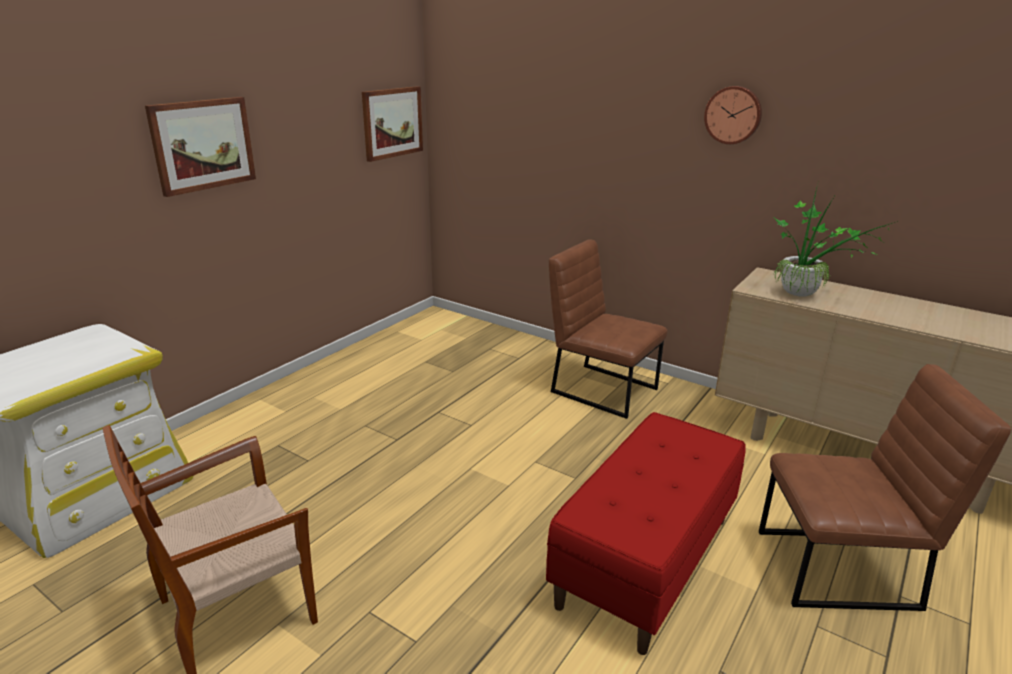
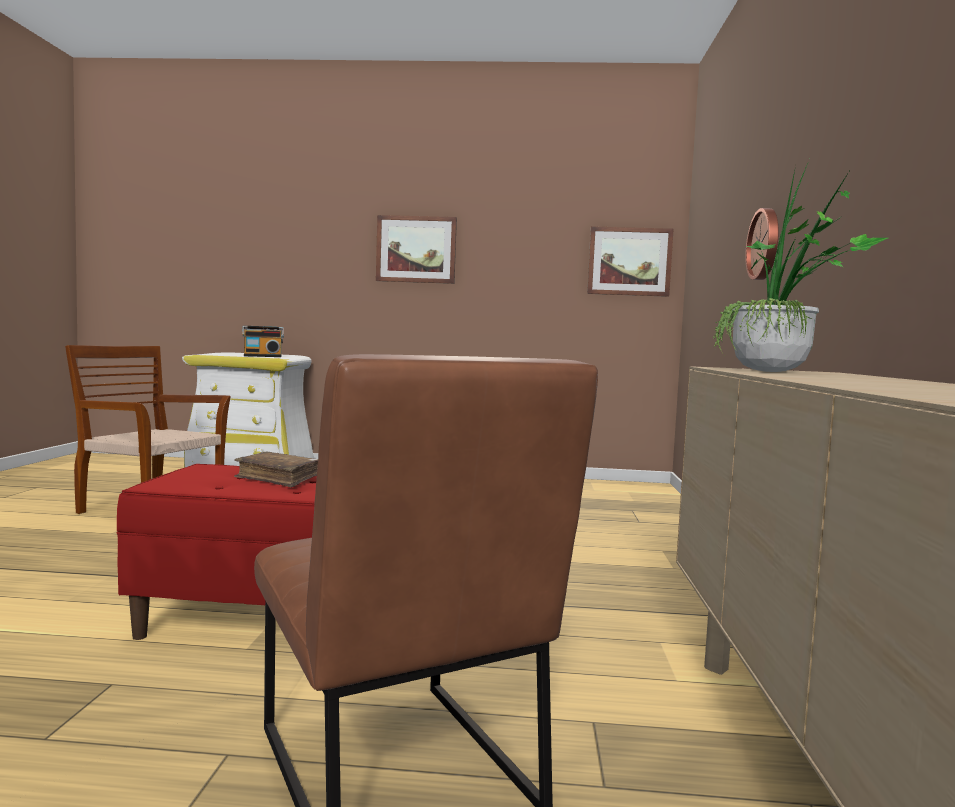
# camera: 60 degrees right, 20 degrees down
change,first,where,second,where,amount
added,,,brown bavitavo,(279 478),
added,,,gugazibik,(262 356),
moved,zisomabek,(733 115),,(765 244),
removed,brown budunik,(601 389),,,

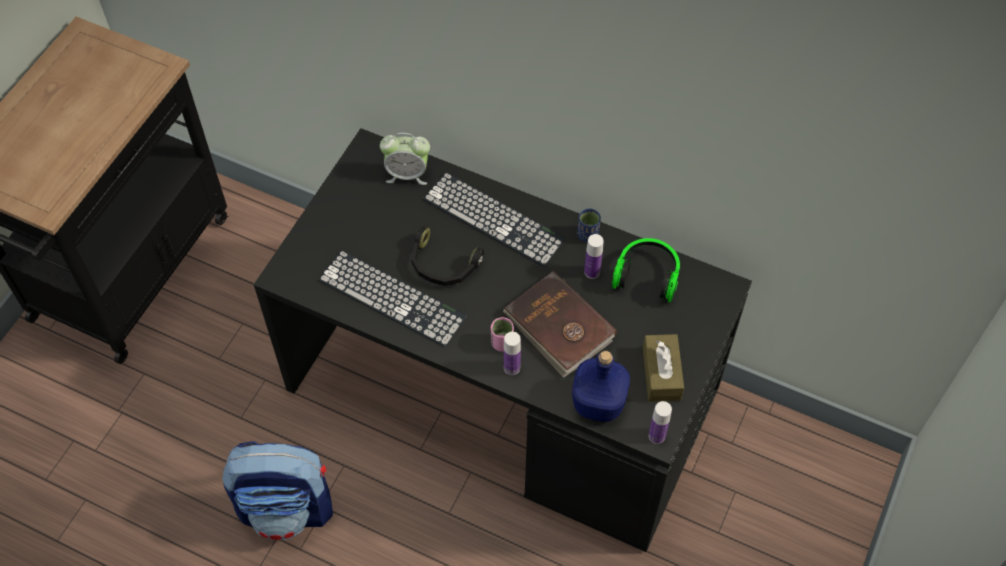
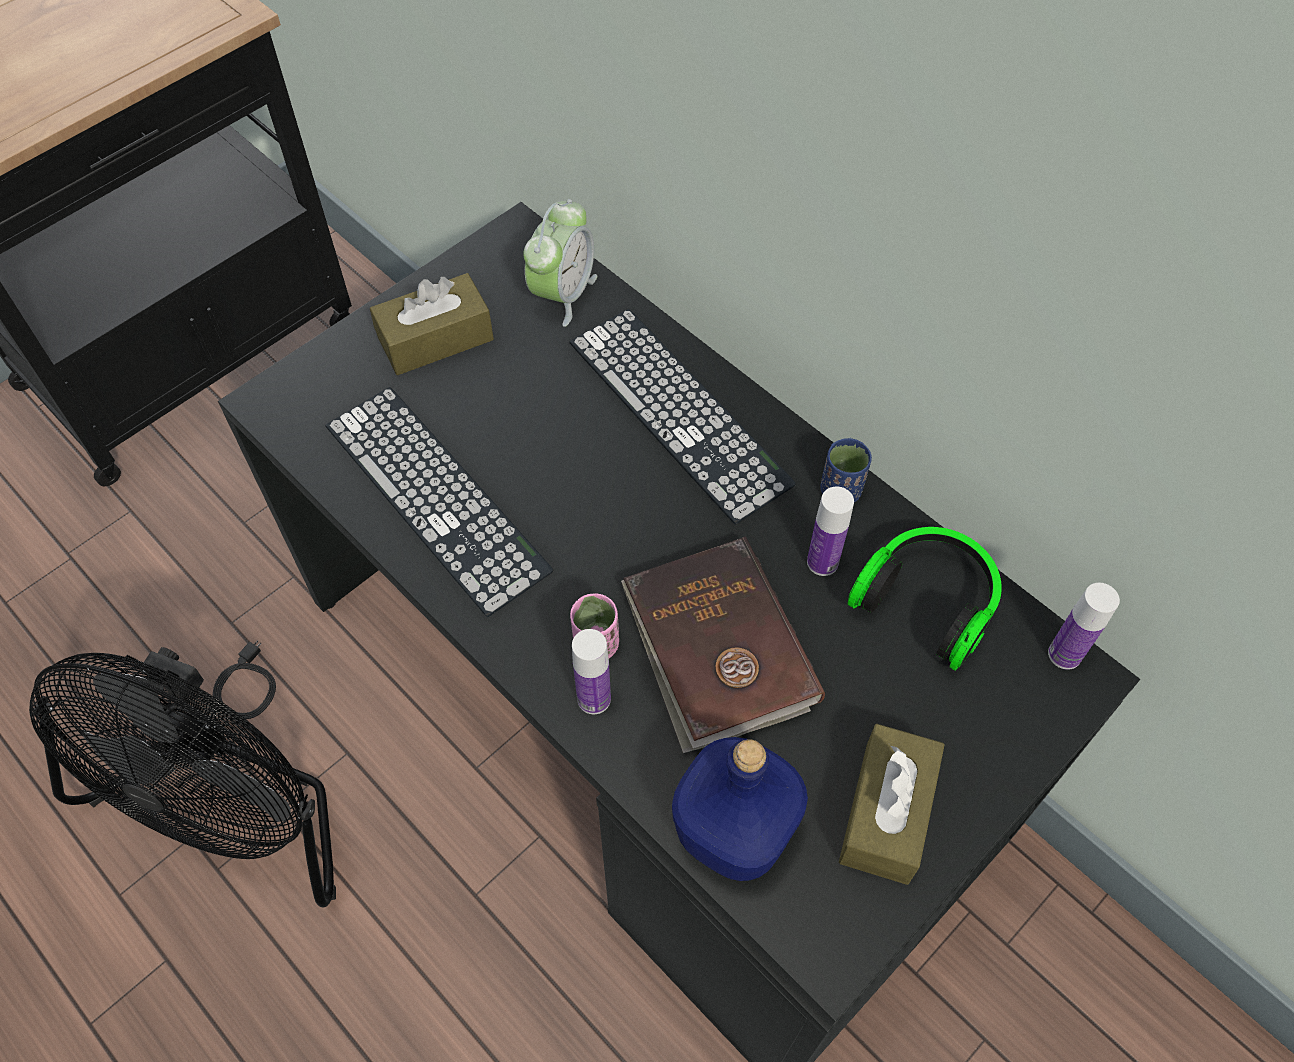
# camera: 20 degrees right, 0 degrees up
change,first,where,second,where,amount
replaced,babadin,(287 508),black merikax,(231 793),
added,,,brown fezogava,(435 339),
turned,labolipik,(407 174),,(562 294),90 degrees counterclockwise
moved,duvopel,(656 436),,(1064 654),
removed,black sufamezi,(443 265),,,

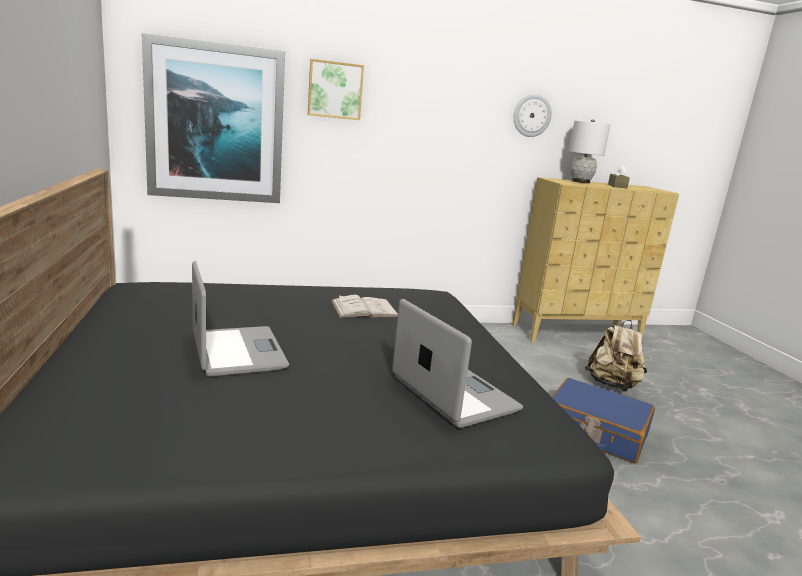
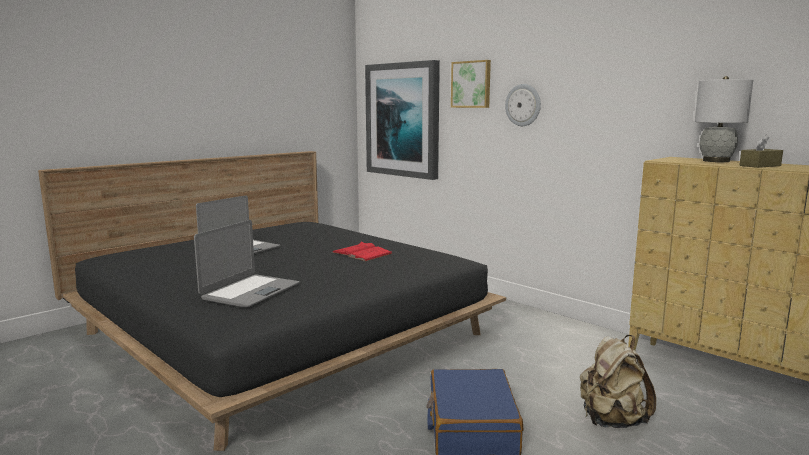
# camera: 60 degrees right, 5 degrees down
change,first,where,second,where,amount
recoloured,white bavitavo,(364 309),red bavitavo,(362 253),
moved,zisomabek,(531 115),,(523 105),

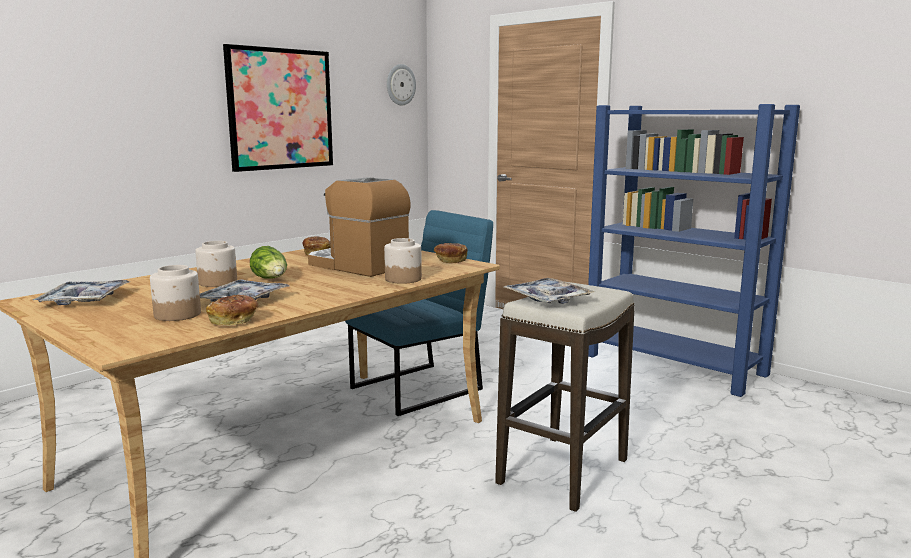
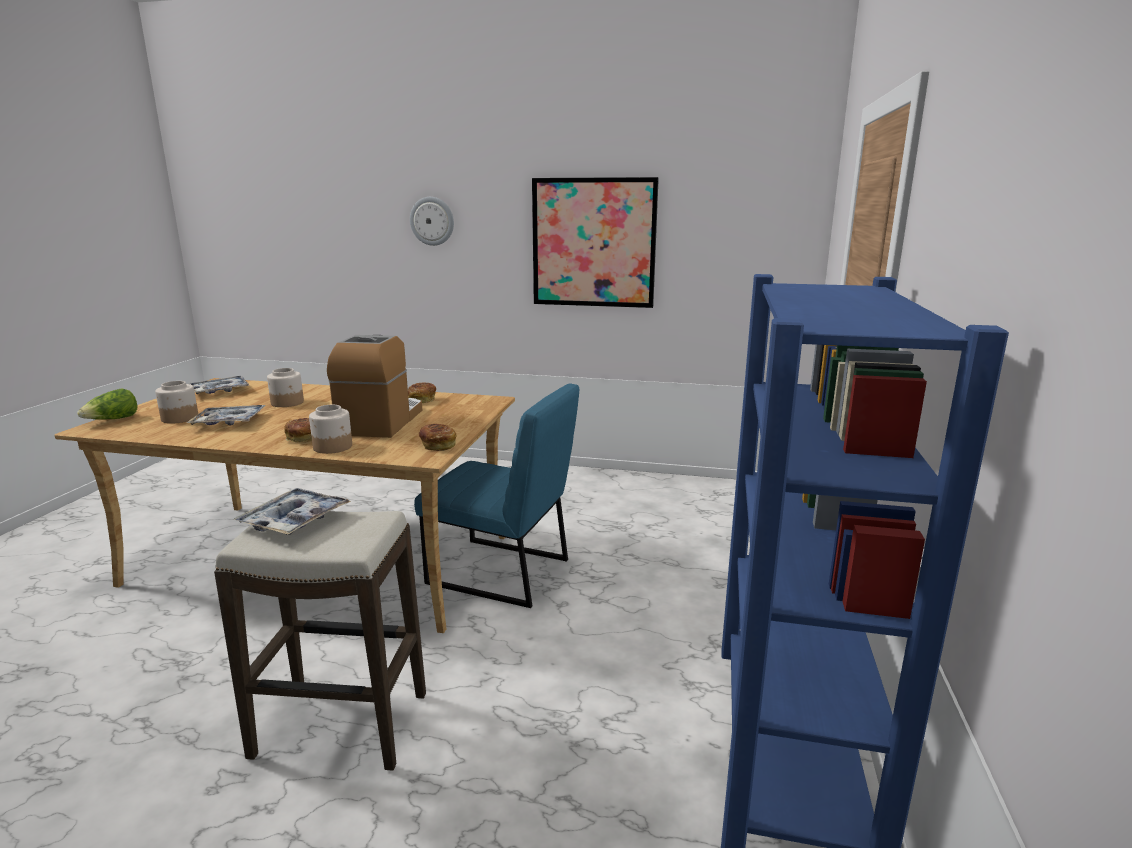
# camera: 60 degrees right, 5 degrees up
change,first,where,second,where,amount
moved,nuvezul,(271 279),,(113 420),
moved,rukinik,(234 321),,(303 439),
moved,zisomabek,(400 85),,(432 221),

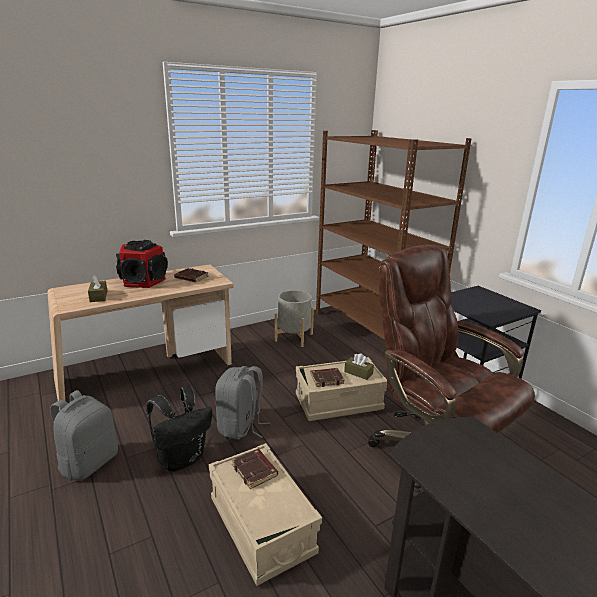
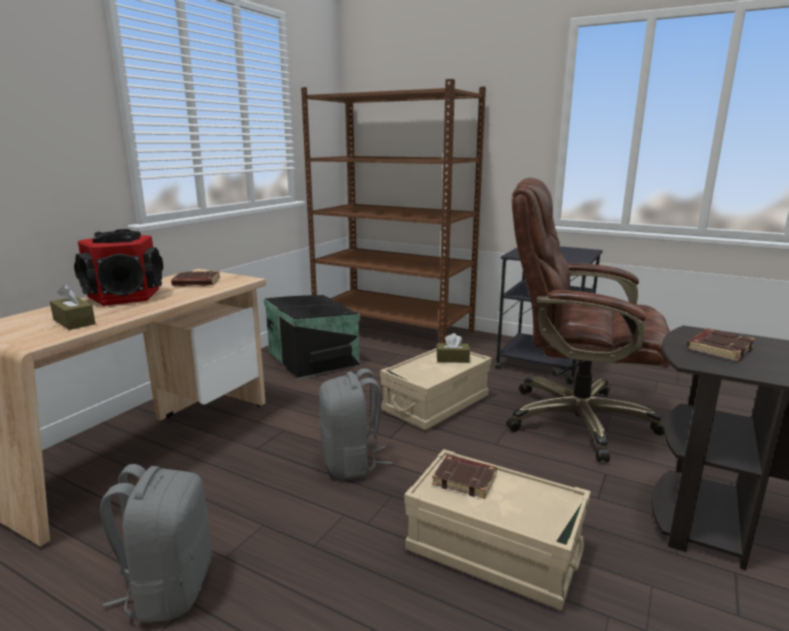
# camera: 30 degrees left, 5 degrees down
change,first,where,second,where,amount
replaced,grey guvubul,(294 337),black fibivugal,(314 358),
moved,brown bavitavo,(327 379),,(718 349),
removed,black babadin,(182 458),,,

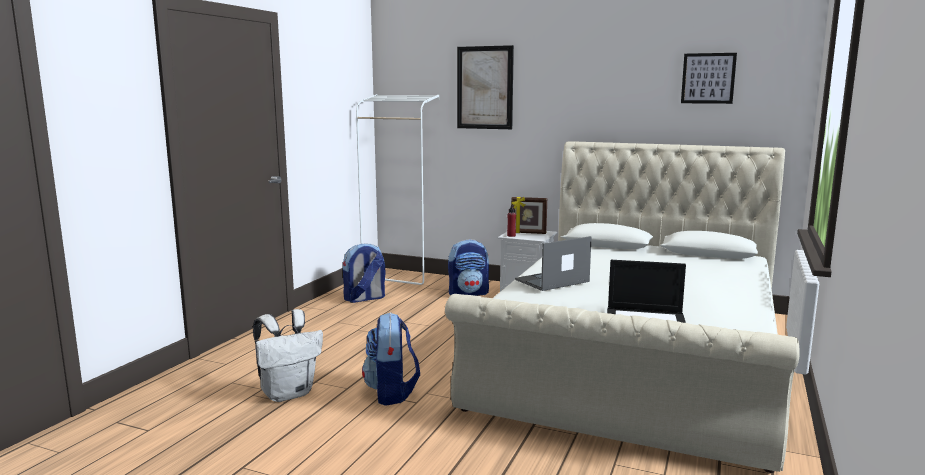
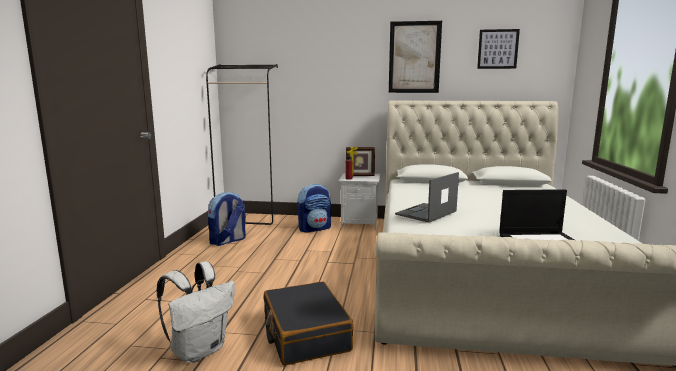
# camera: 15 degrees left, 0 degrees up
change,first,where,second,where,amount
recoloured,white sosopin,(401 276),black sosopin,(250 218),
replaced,babadin,(392 393),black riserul,(305 334),
moved,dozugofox,(485 88),,(414 57),

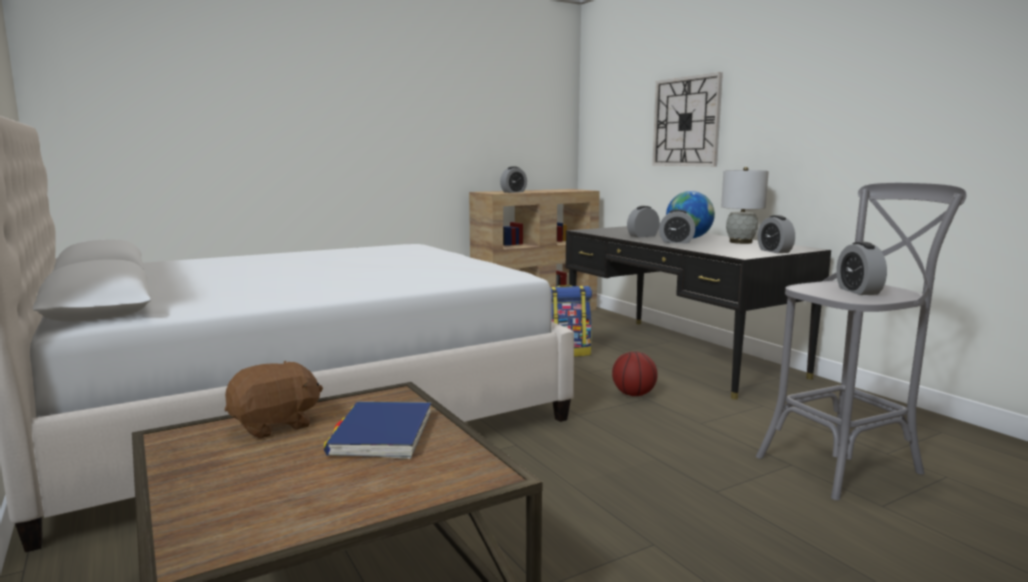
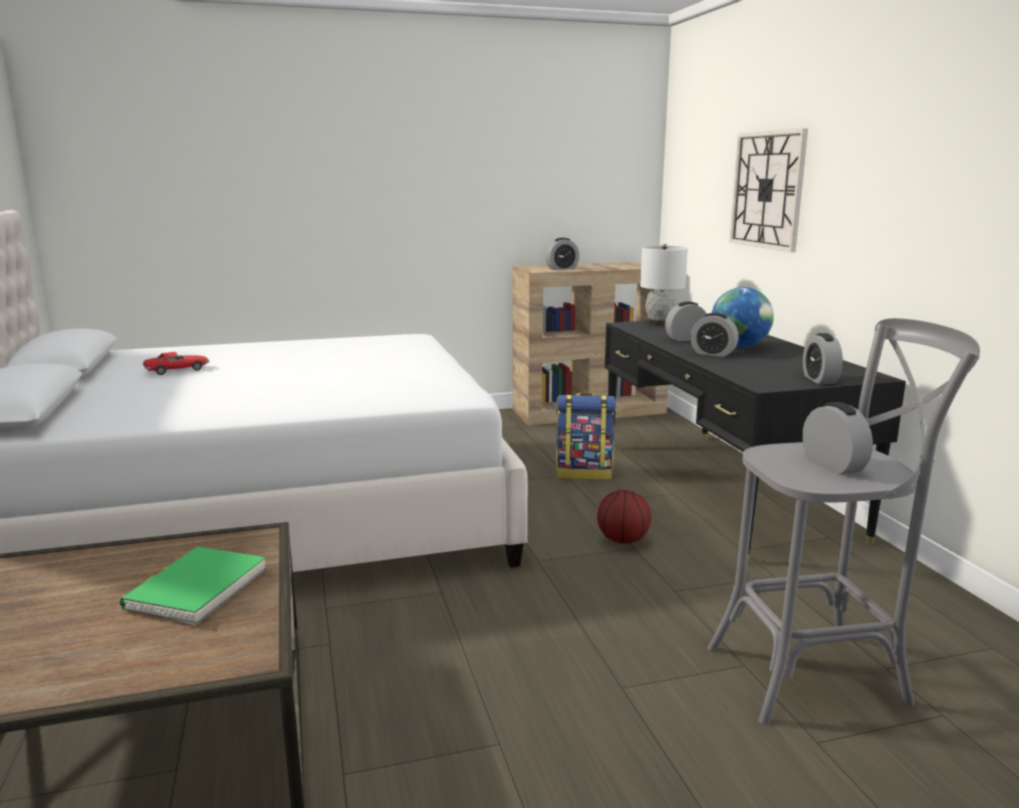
# camera: 15 degrees right, 5 degrees up
change,first,where,second,where,amount
recoloured,blue bavitavo,(381 434),green bavitavo,(197 589),
added,,,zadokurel,(177 370),
moved,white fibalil,(740 242),,(660 323),
turned,labolipik,(858 291),,(833 466),150 degrees clockwise
removed,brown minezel,(275 425),,,

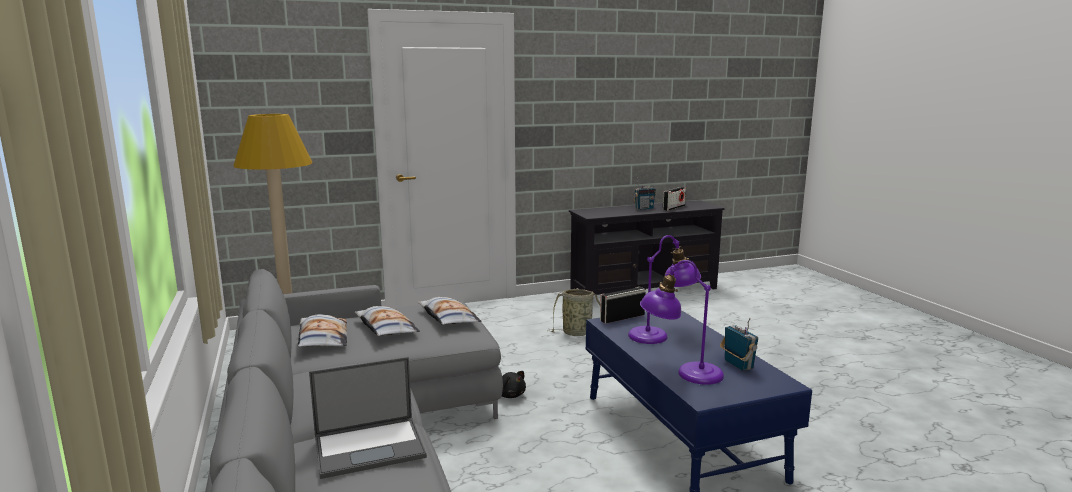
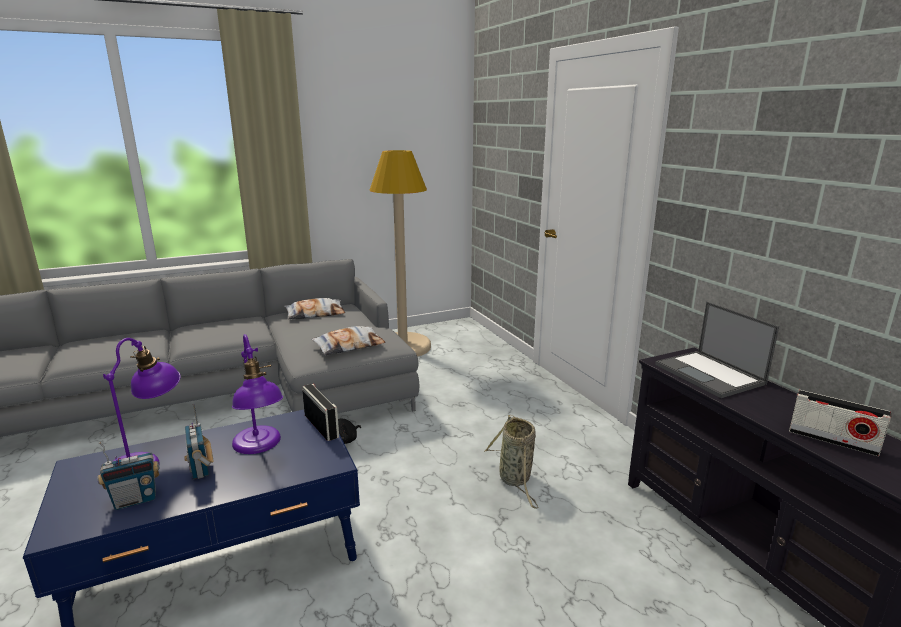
# camera: 85 degrees right, 5 degrees up
change,first,where,second,where,amount
moved,gugazibik,(644 208),,(201 469),
moved,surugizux,(370 446),,(710 374),
removed,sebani,(386 328),,,

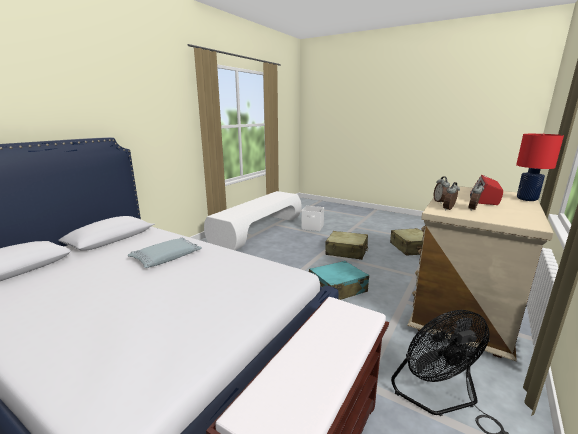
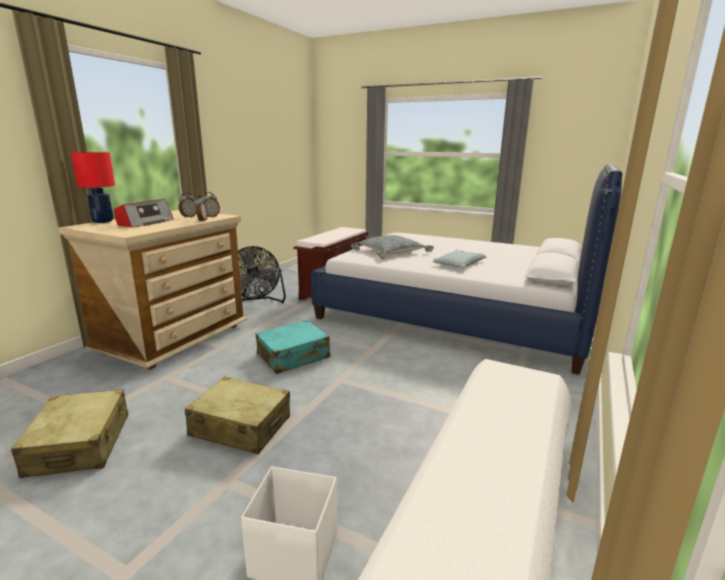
# camera: 175 degrees right, 0 degrees up
change,first,where,second,where,amount
added,,,sebani,(391 251),

